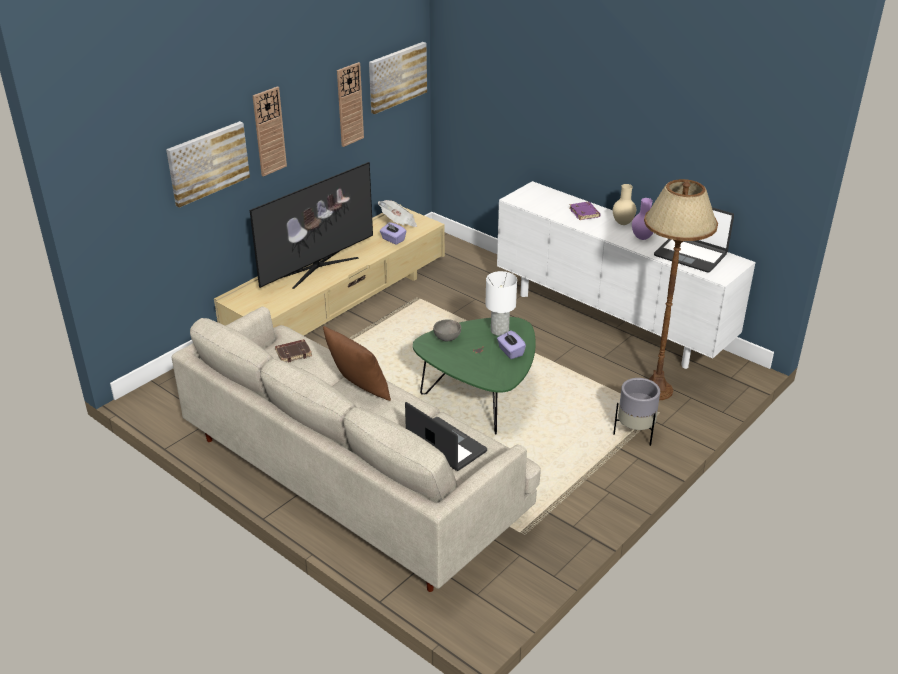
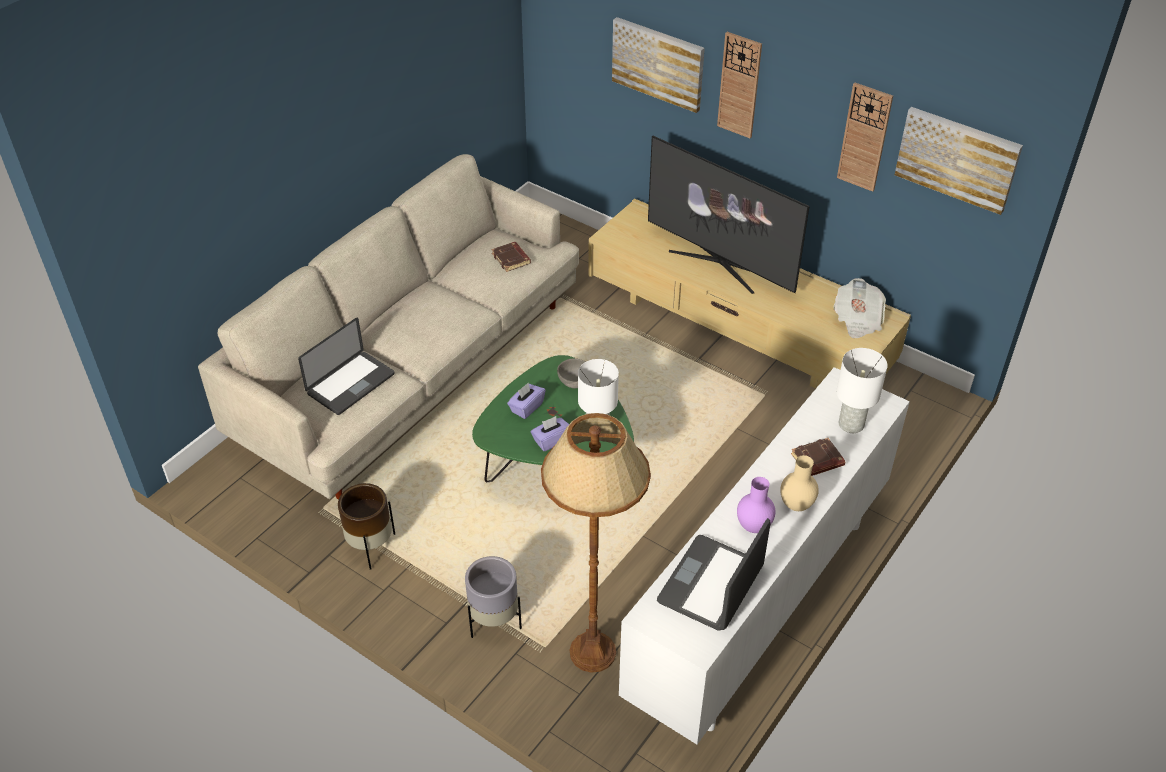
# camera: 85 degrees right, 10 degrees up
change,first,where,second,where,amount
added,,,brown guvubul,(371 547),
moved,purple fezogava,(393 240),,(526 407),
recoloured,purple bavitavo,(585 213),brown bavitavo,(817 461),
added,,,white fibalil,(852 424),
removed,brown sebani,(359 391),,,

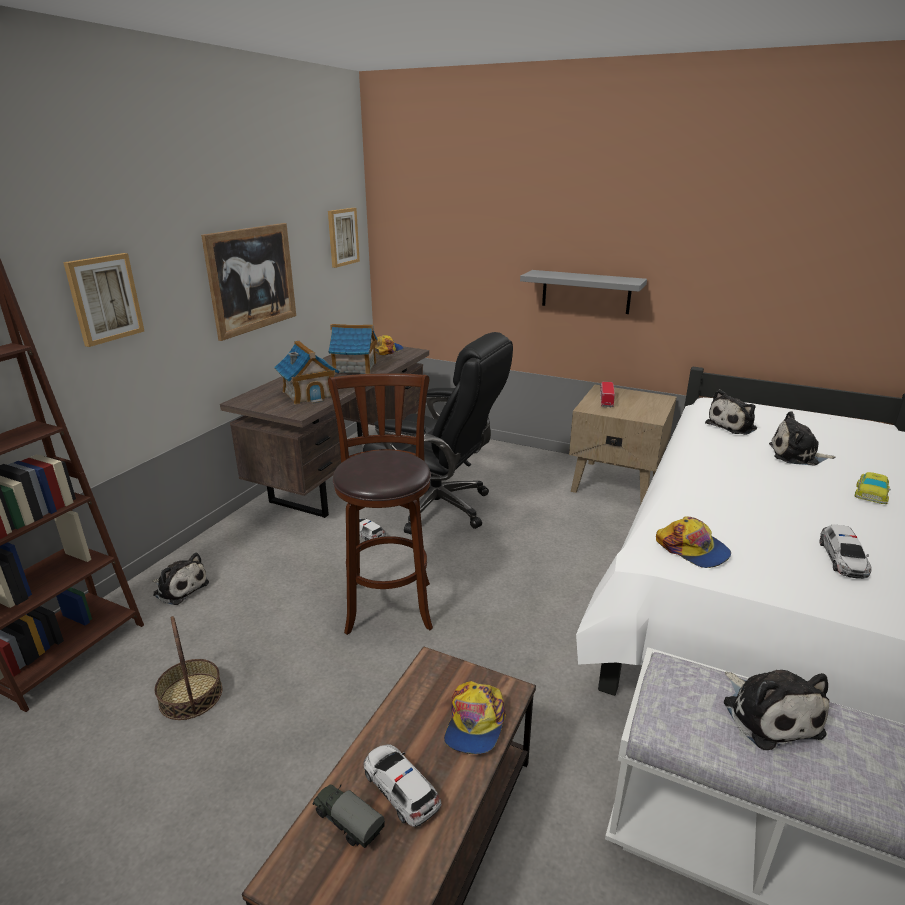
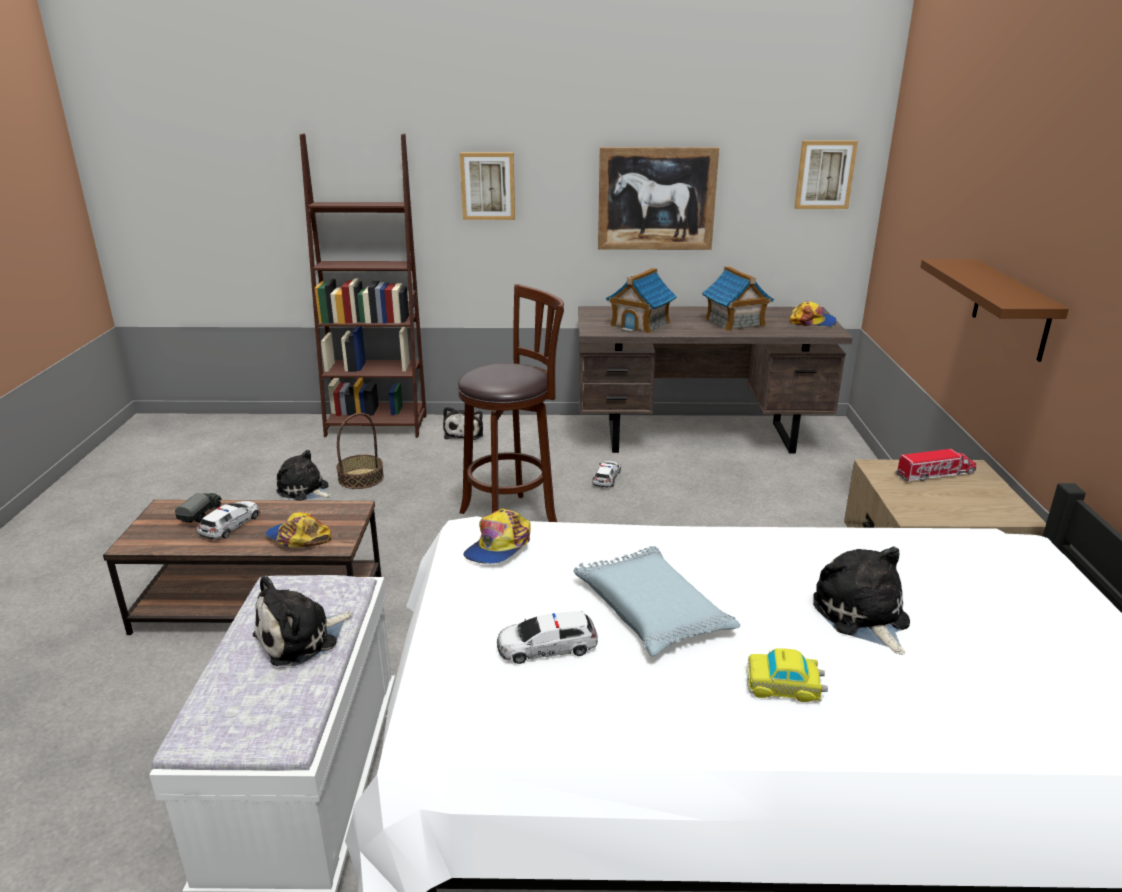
# camera: 65 degrees right, 0 degrees up
change,first,where,second,where,amount
turned,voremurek,(475 723),,(298 538),45 degrees clockwise
moved,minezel,(733 426),,(305 490),
added,,,blue sebani,(651 607),
recoloured,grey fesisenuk,(586 292),brown fesisenuk,(1011 309),
removed,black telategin,(437 507),,,

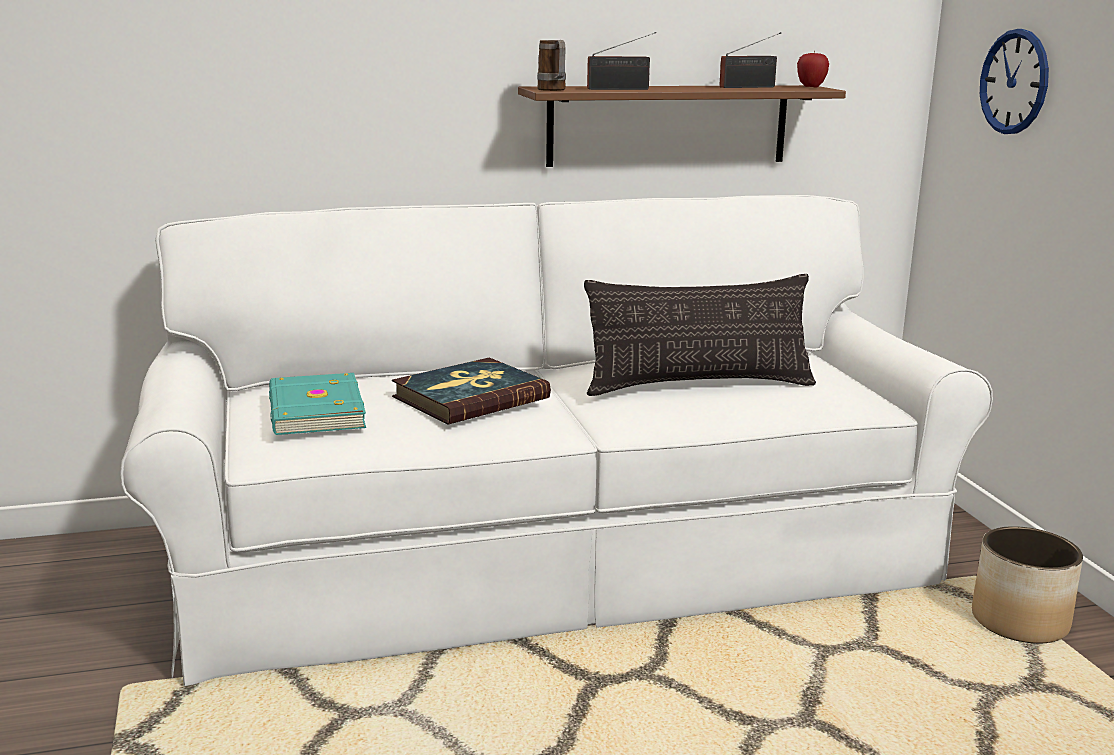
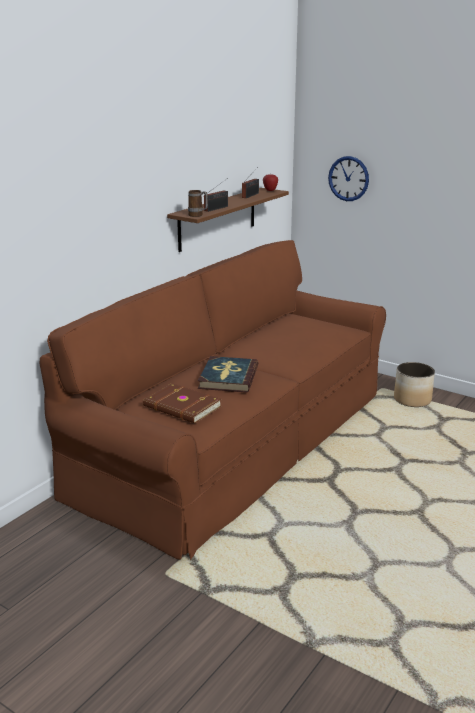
# camera: 40 degrees left, 5 degrees up
change,first,where,second,where,amount
recoloured,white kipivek,(555 556),brown kipivek,(237 441),
recoloured,turquoise bavitavo,(313 410),brown bavitavo,(181 407),
removed,sebani,(698 385),,,

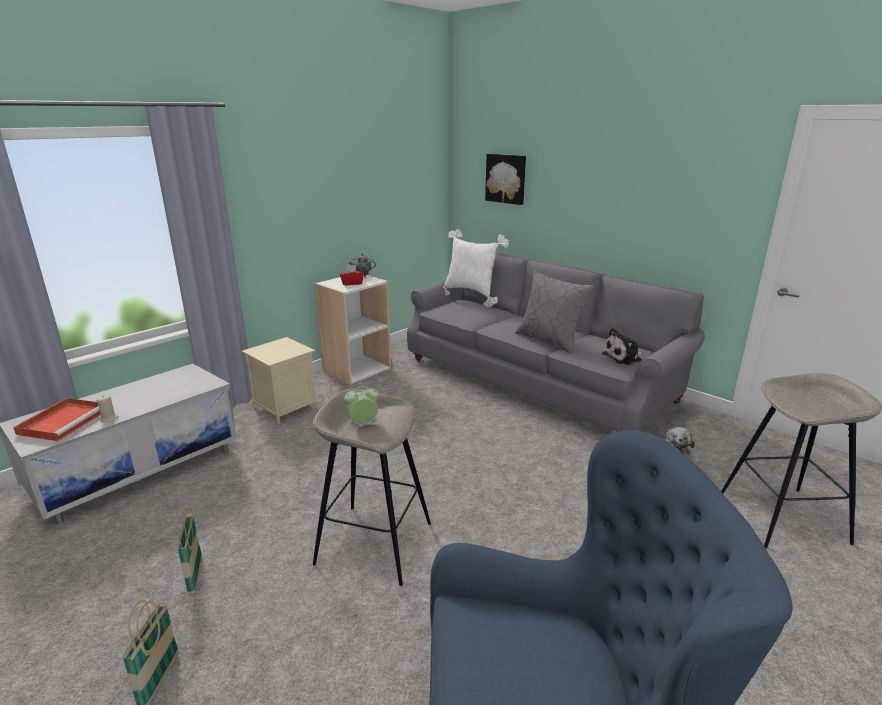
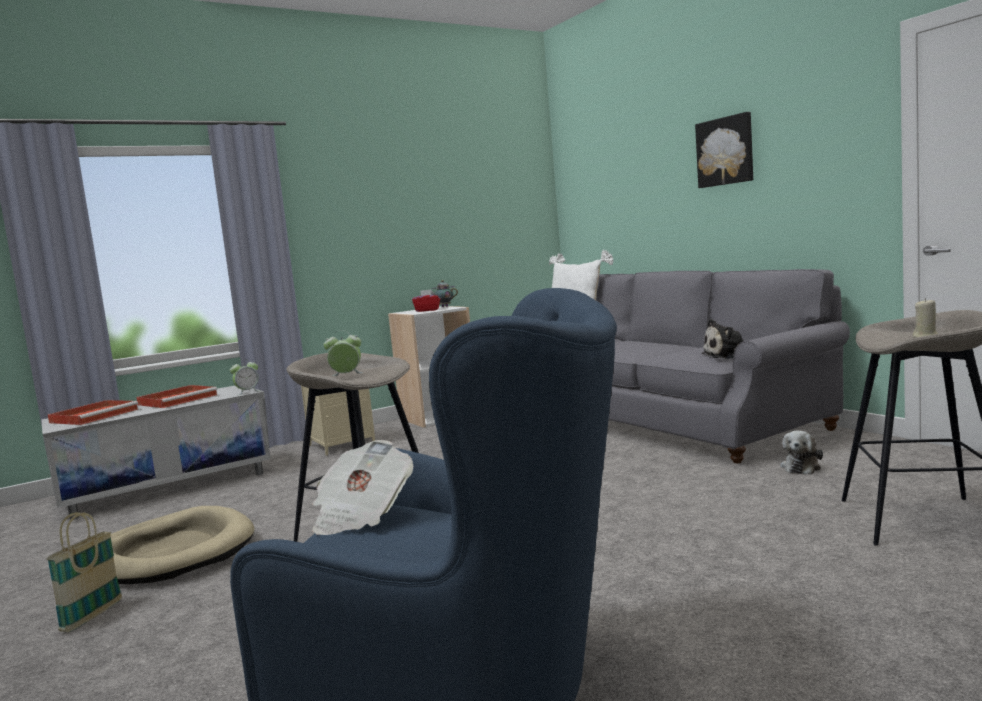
# camera: 15 degrees right, 15 degrees down
change,first,where,second,where,amount
replaced,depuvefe,(195 576),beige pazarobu,(172 553),
added,,,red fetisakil,(179 399),
added,,,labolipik,(247 392),
added,,,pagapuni,(361 515),
moved,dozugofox,(506 178),,(725 151),
moved,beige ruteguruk,(109 418),,(926 337),
removed,grey sebani,(549 340),,,

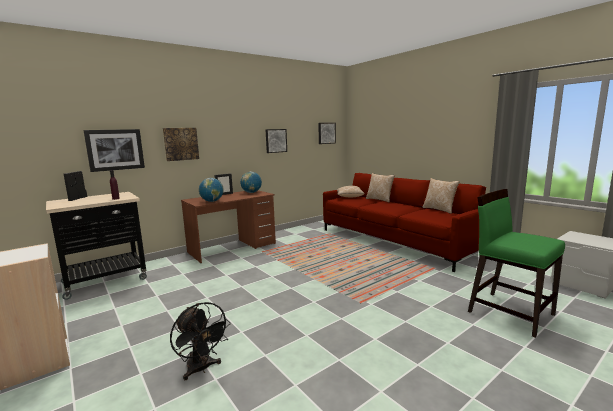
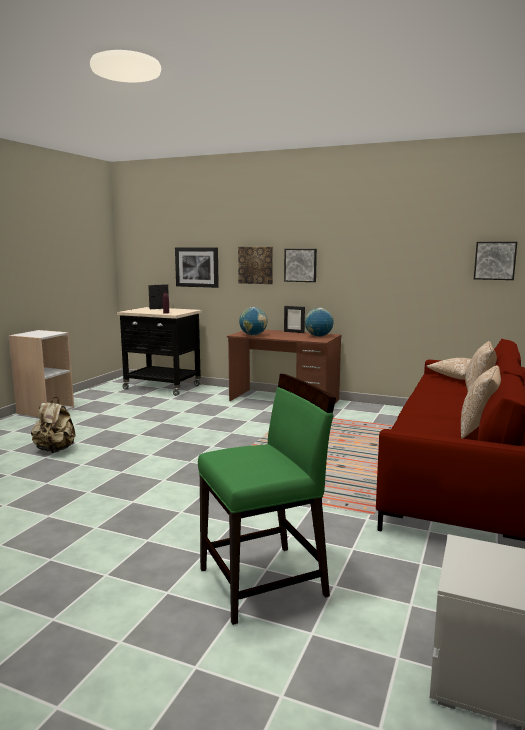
# camera: 60 degrees right, 0 degrees up
change,first,where,second,where,amount
replaced,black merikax,(201 369),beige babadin,(55 450),
turned,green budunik,(510 312),,(264 582),45 degrees clockwise
moved,dozugofox,(275 140),,(300 265),

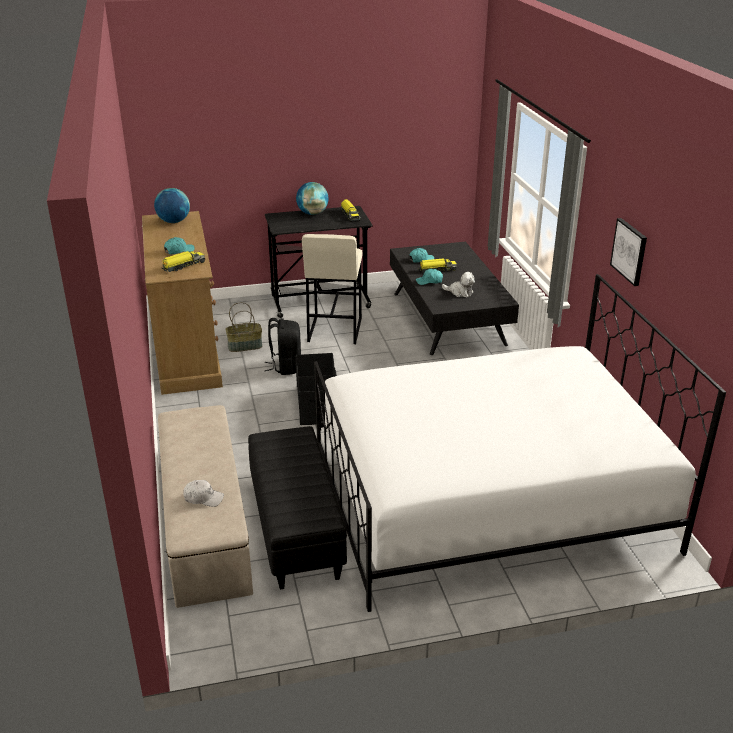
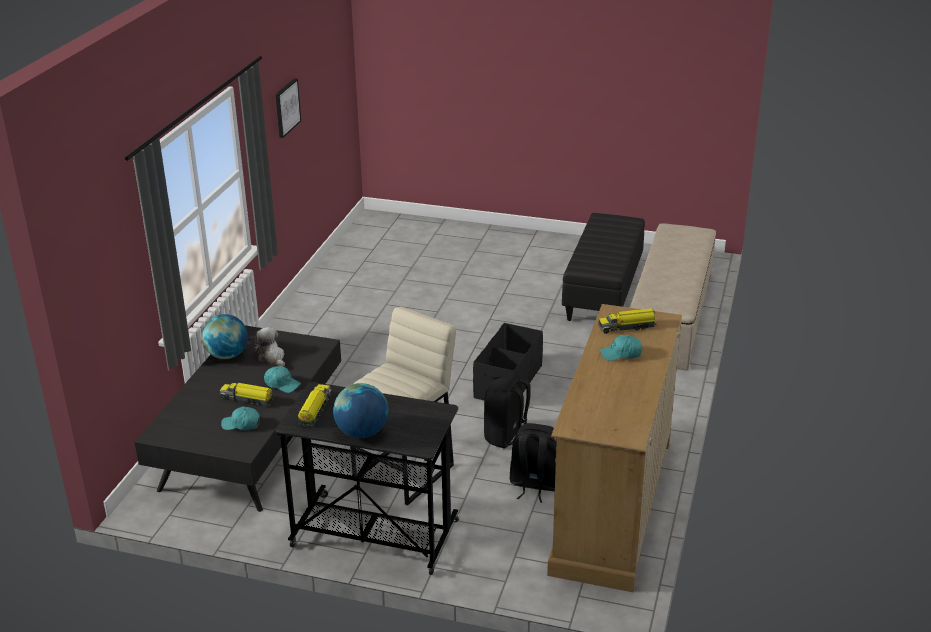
# camera: 150 degrees left, 0 degrees up
change,first,where,second,where,amount
moved,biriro,(173 221),,(227 355),
replaced,depuvefe,(245 346),black babadin,(534 484),
removed,white voremurek,(203 498),,,
removed,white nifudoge,(489 500),,,

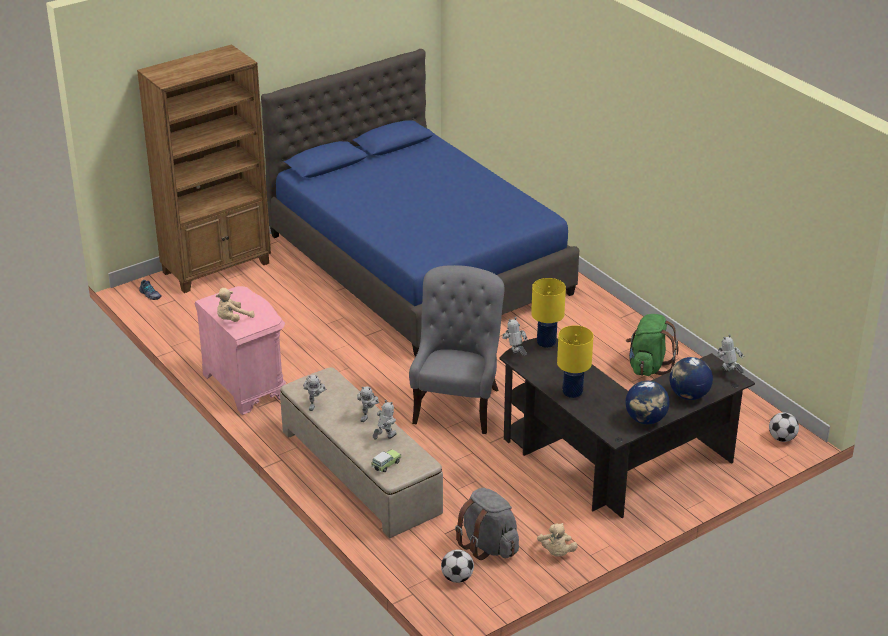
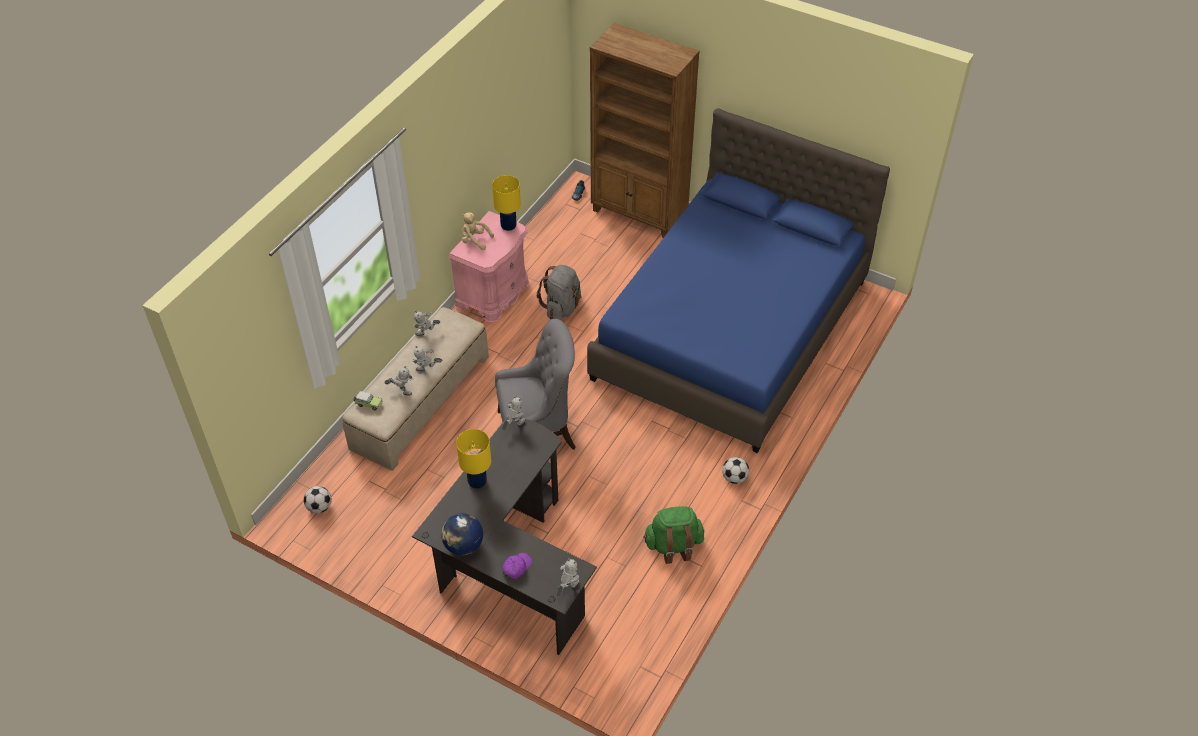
# camera: 65 degrees right, 15 degrees up
change,first,where,second,where,amount
moved,yellow fibalil,(546 344),,(509 226),
replaced,biriro,(688 395),purple voremurek,(516 567),
moved,grey babadin,(488 546),,(562 307),
moved,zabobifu,(782 438),,(734 478),
removed,beige minezel,(556 553),,,

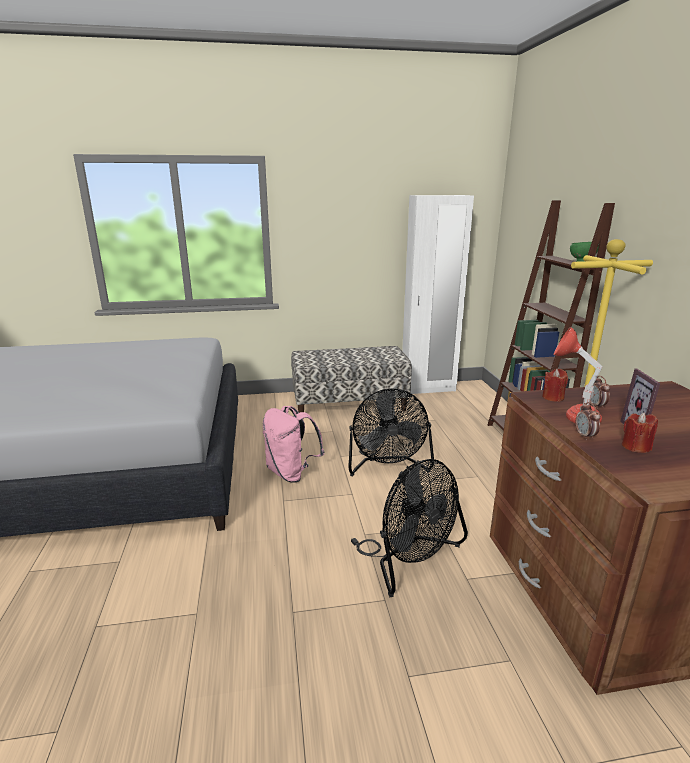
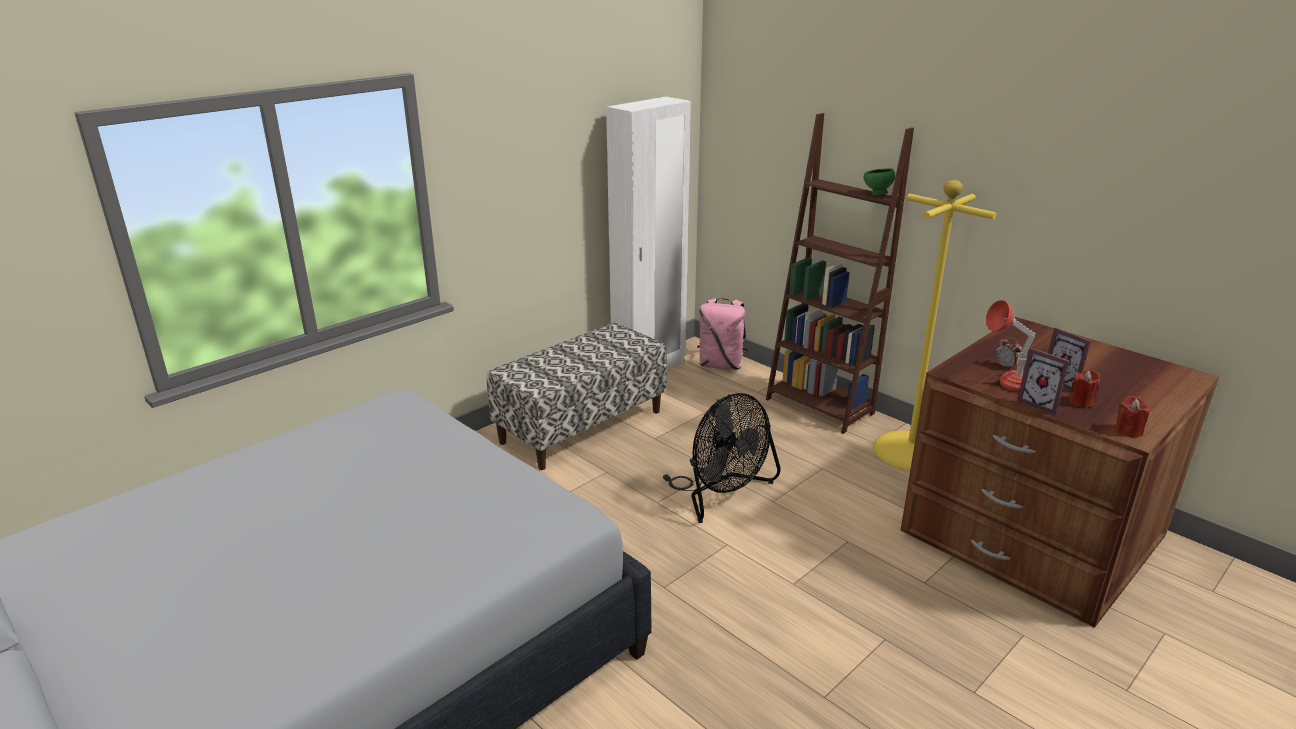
# camera: 35 degrees left, 5 degrees up
change,first,where,second,where,amount
moved,pink babadin,(291 473),,(721 365),
replaced,labolipik,(585 436),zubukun,(1040 404),
moved,red ruteguruk,(553 397),,(1128 431),
removed,black merikax,(407 559),,,

